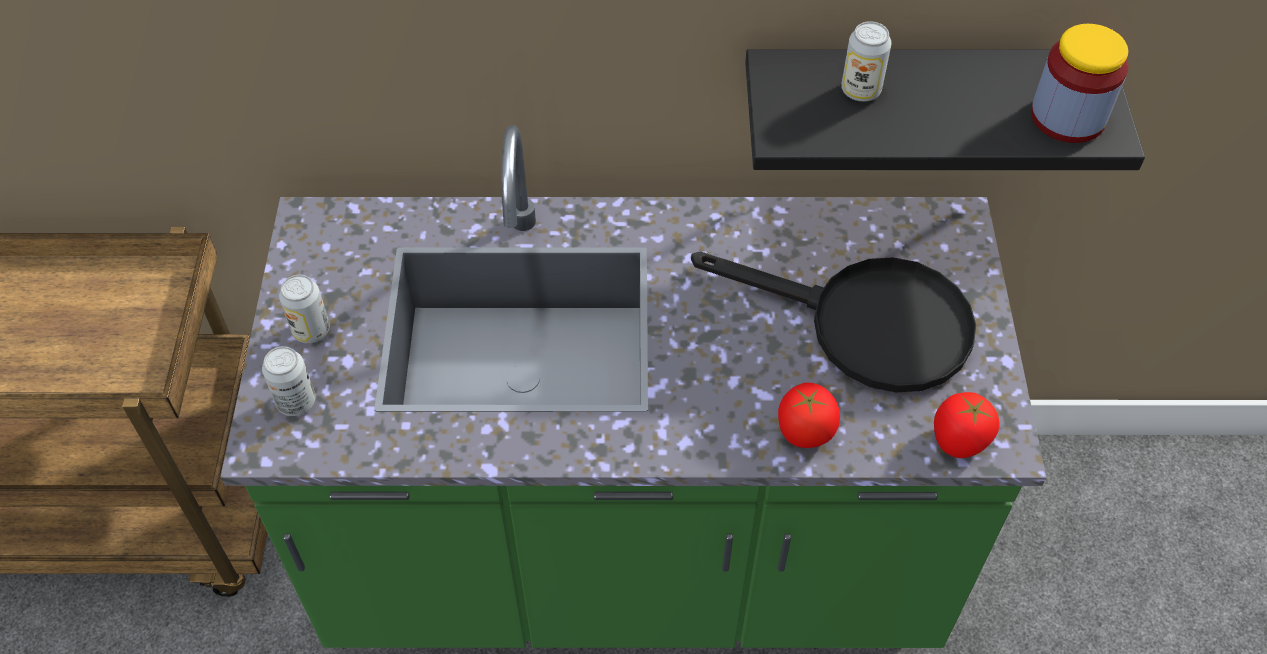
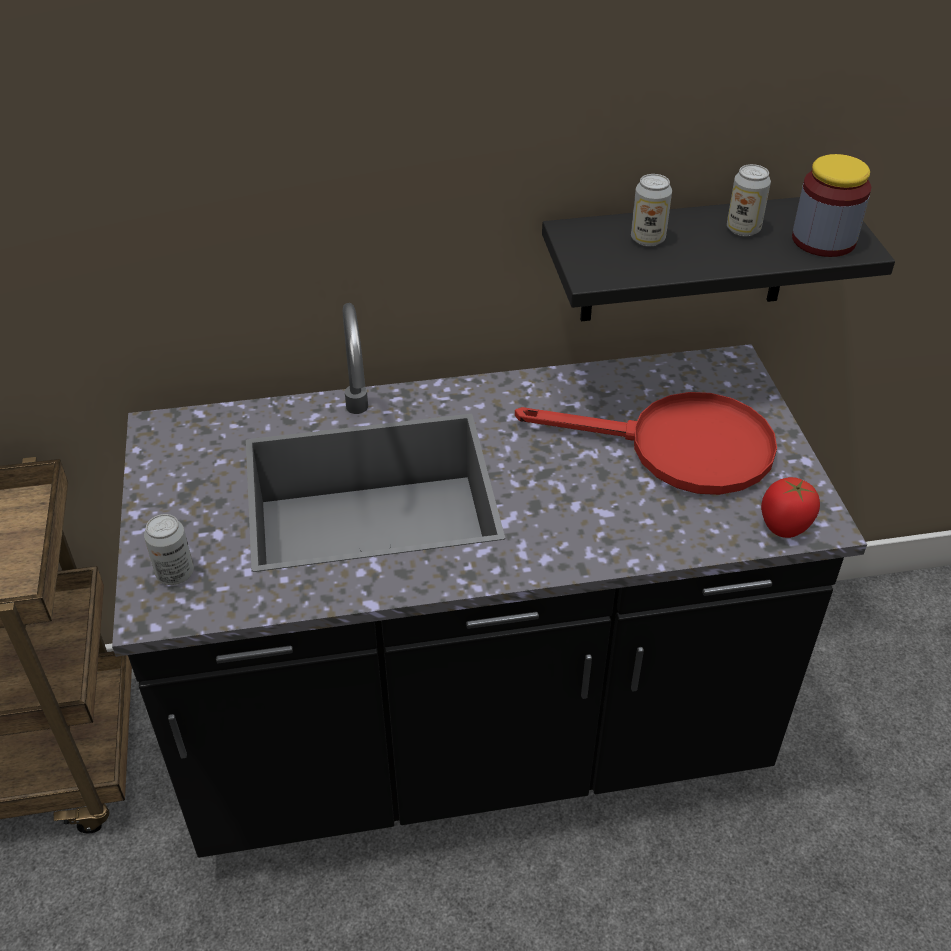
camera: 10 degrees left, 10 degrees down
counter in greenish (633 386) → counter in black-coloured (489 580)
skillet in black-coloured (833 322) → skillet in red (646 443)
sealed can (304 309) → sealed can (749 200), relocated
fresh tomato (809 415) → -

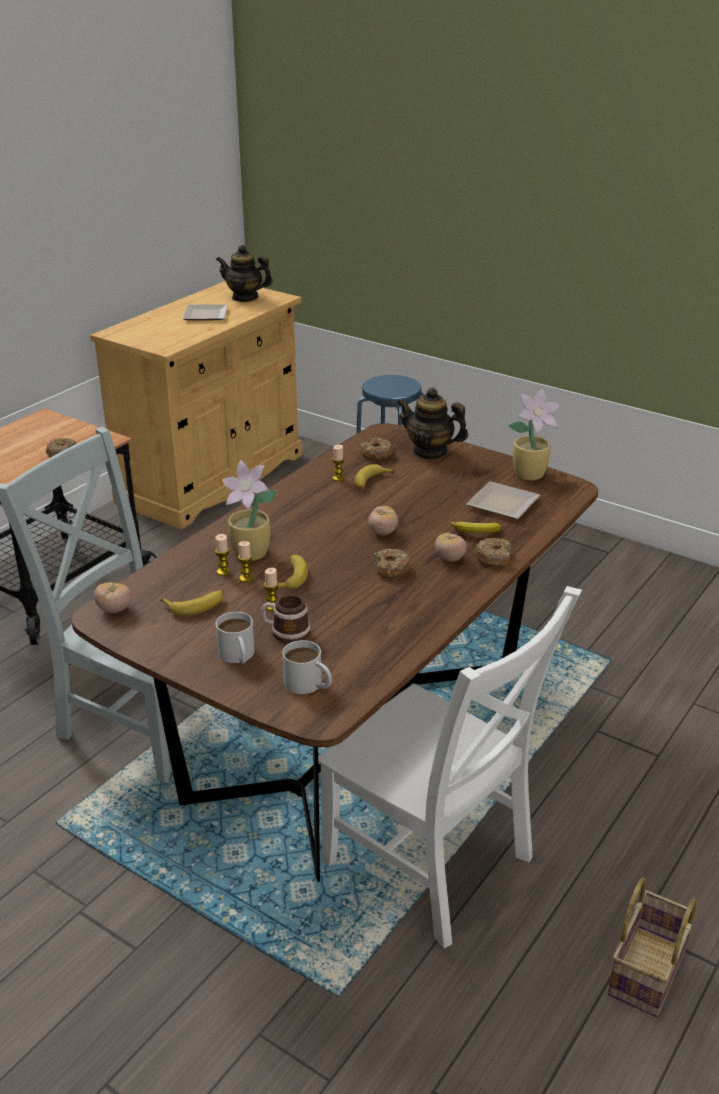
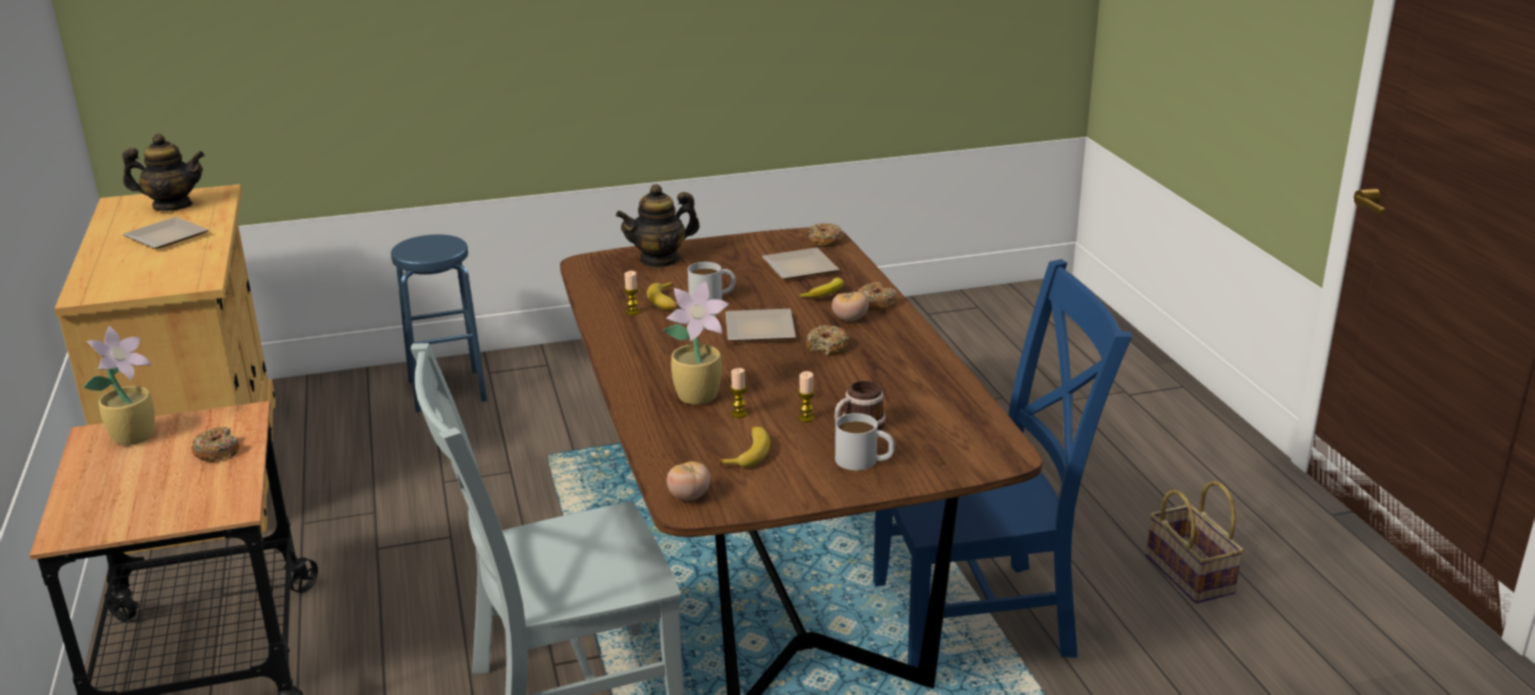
camera: 50 degrees left, 5 degrees down
pot for tea (244 273) → pot for tea (163 172), 150 degrees counterclockwise
potted plant (534 434) → potted plant (119 385), relocated
doughnut (376 449) → doughnut (825 235), relocated
fresh tomato (383 520) → plate (761 325)
wax candle (223 555) → -
whole banana (293 572) → -
plain chair in white (450 767) → plain chair in blue-coloured (1002 463)
coffee mug in white (307 667) → coffee mug in white (712 281), relocated

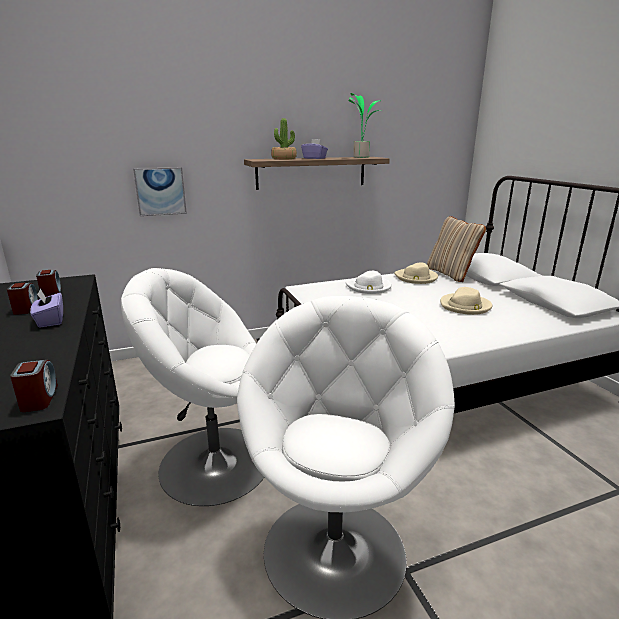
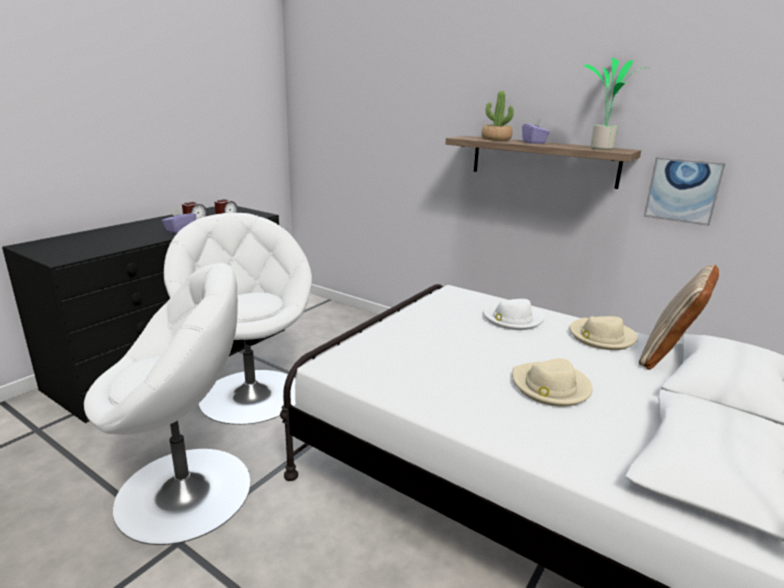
camera: 55 degrees right, 0 degrees up
wall art (160 191) → wall art (685 191), relocated
alarm clock (34 386) → -

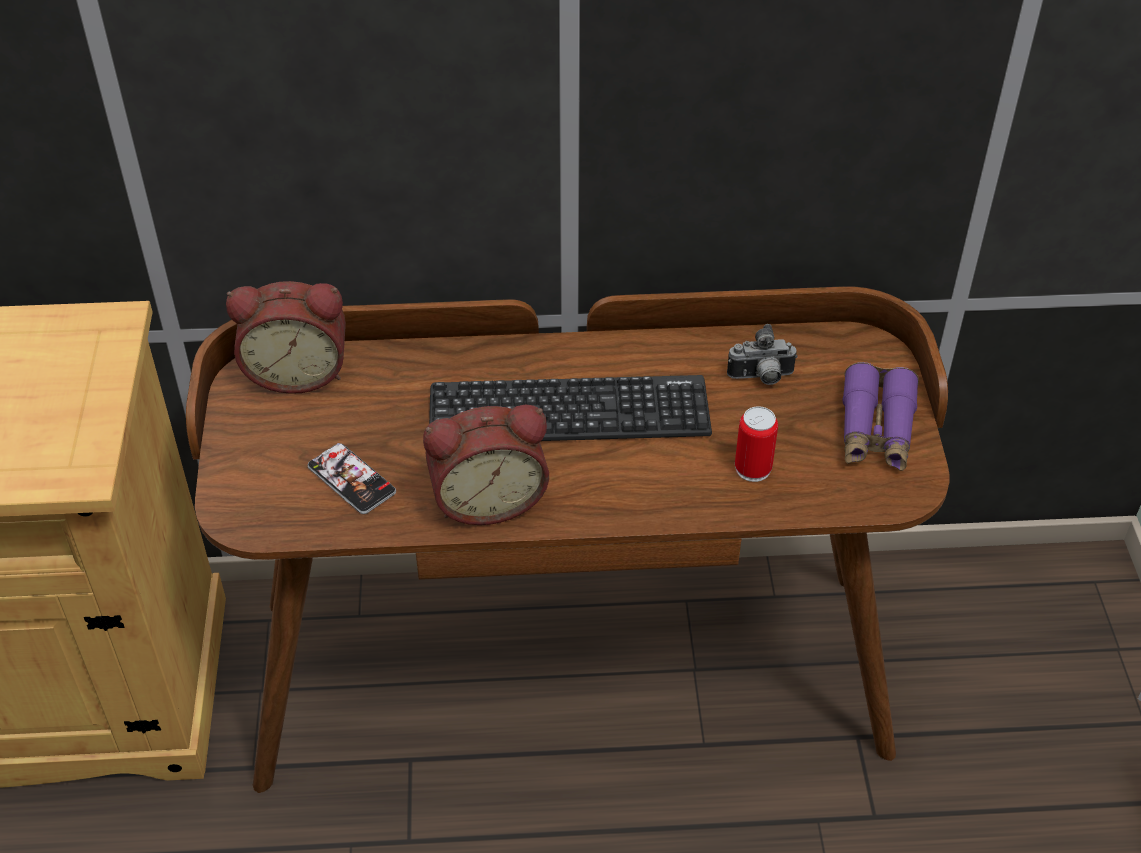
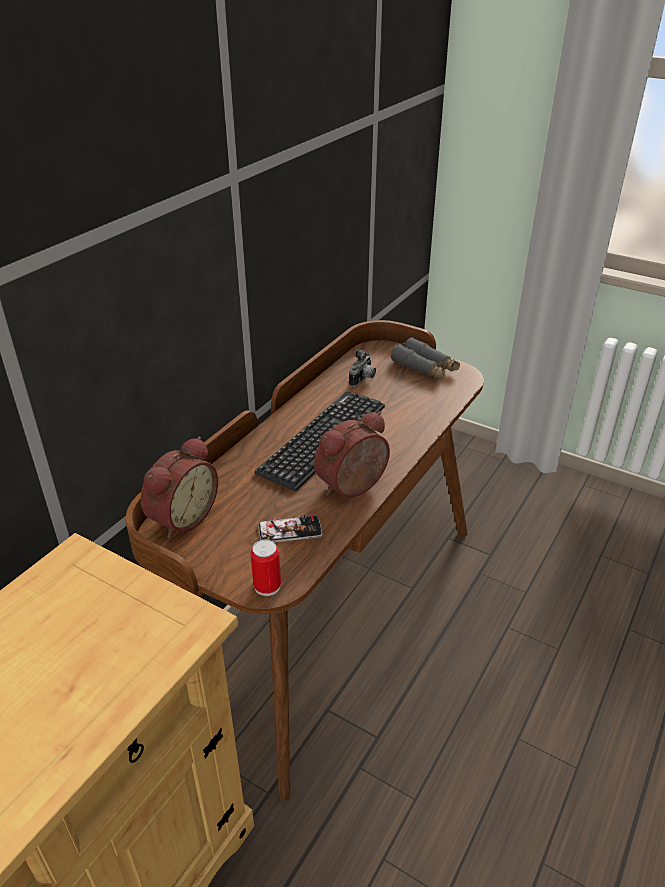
camera: 55 degrees left, 10 degrees down
field glasses in purple-coloured (881 416) → field glasses in grey (425 358)
alarm clock (486 465) → alarm clock (352 454), 150 degrees counterclockwise
sealed can (756 444) → sealed can (266 568), relocated

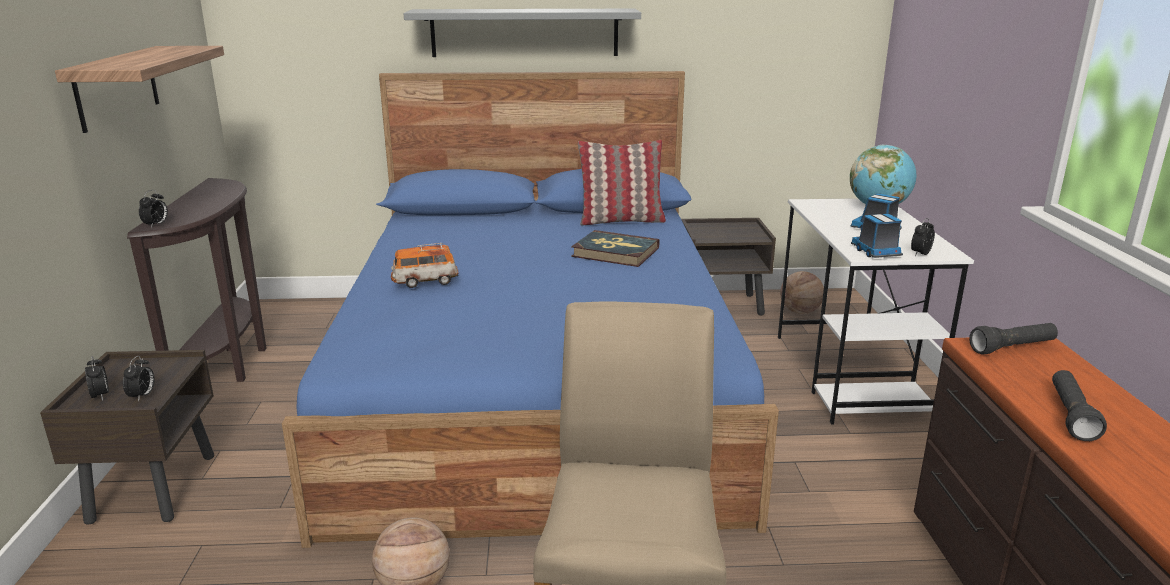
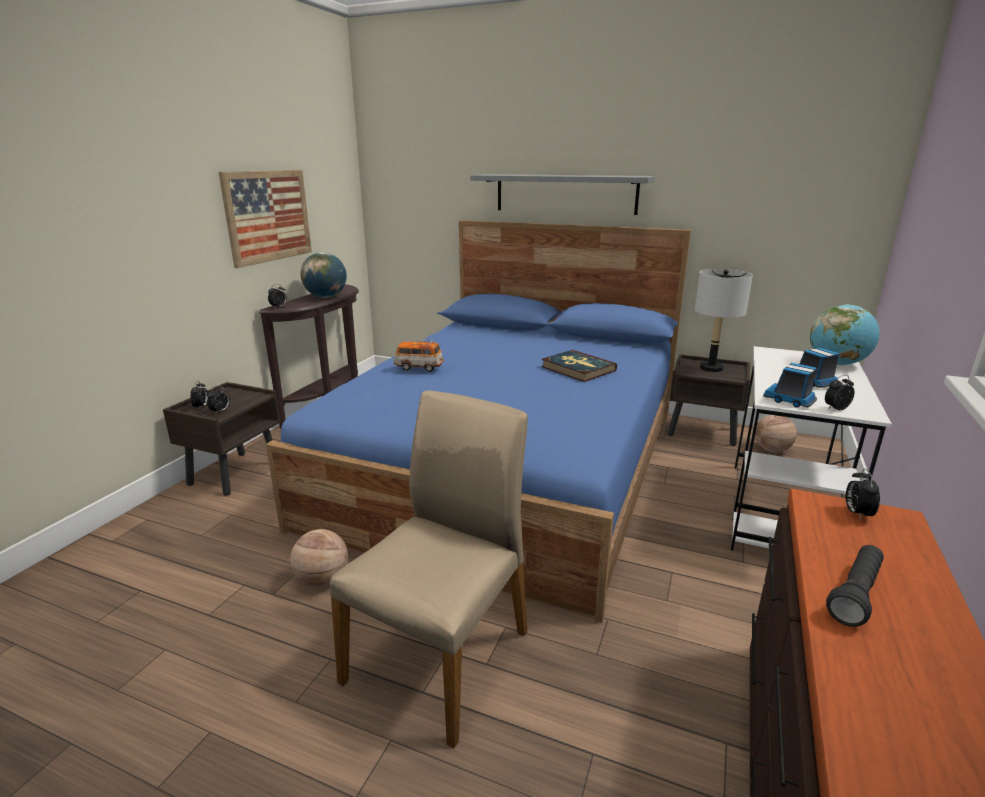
camera: 25 degrees right, 0 degrees up
bracket shelf (139 89) → wall art (265 219)
cushion (622 183) → -
toy truck (877 236) → toy truck (790 385), 60 degrees counterclockwise
flashlight in black-coloured (1013 338) → alarm clock (863 494)
- → world globe (324 275)
- → lamp for a table in grey (724 320)

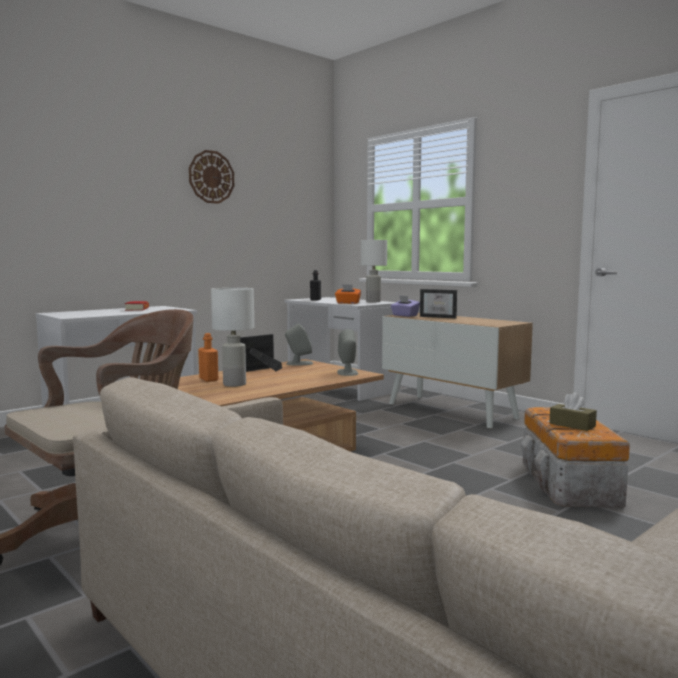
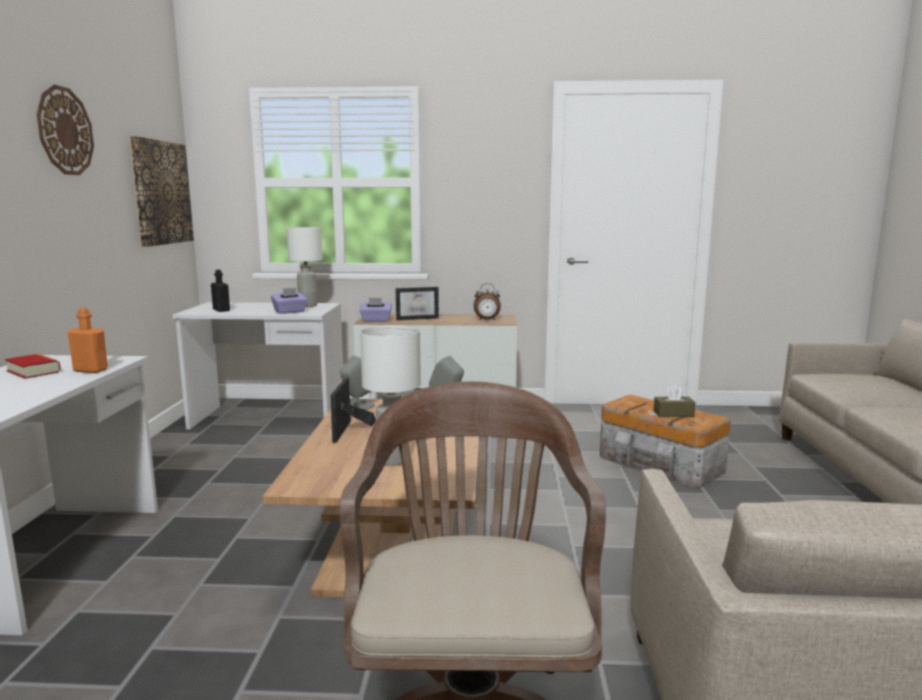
camera: 45 degrees left, 5 degrees up
tissue holder in orange (348 294) → tissue holder in purple-coloured (289 301)
drink bottle in orange (208 357) → drink bottle in orange (88 340), relocated
- → wall art (161 191)
- → alarm clock (487 301)

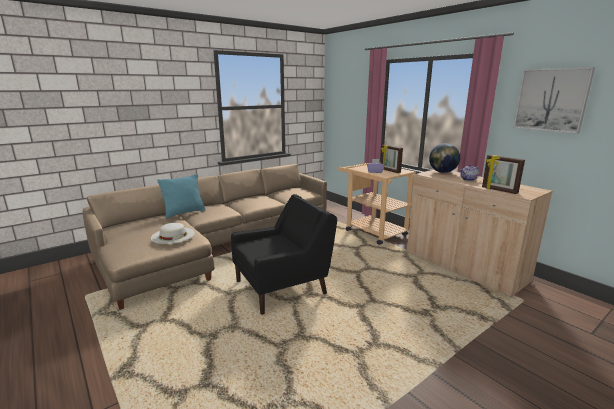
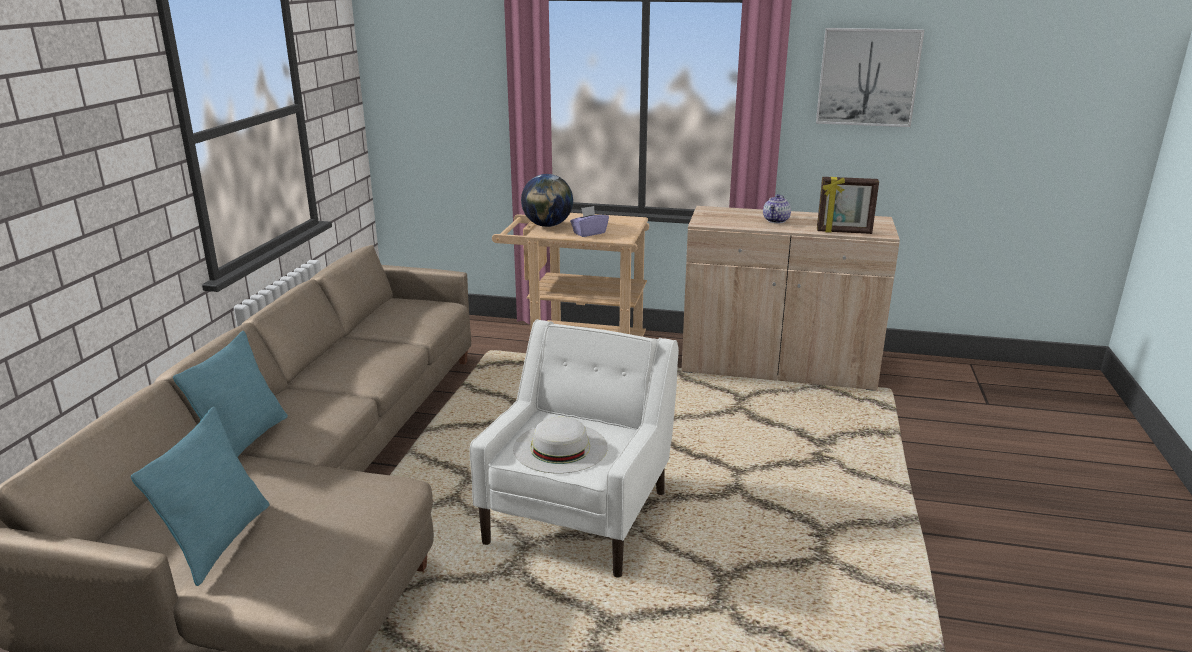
camera: 40 degrees left, 5 degrees up
world globe (444 158) → world globe (547 200), relocated
standing frame (392 159) → -
armchair in black-coloured (284 254) → armchair in white (574 448)
wearable hat in white (173 233) → wearable hat in white (560 445), relocated
- → cushion in turquoise (200 496)

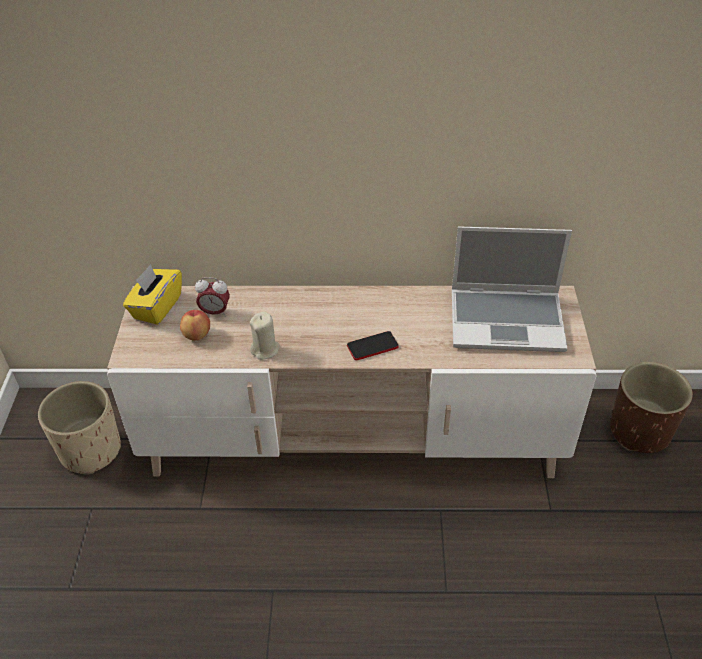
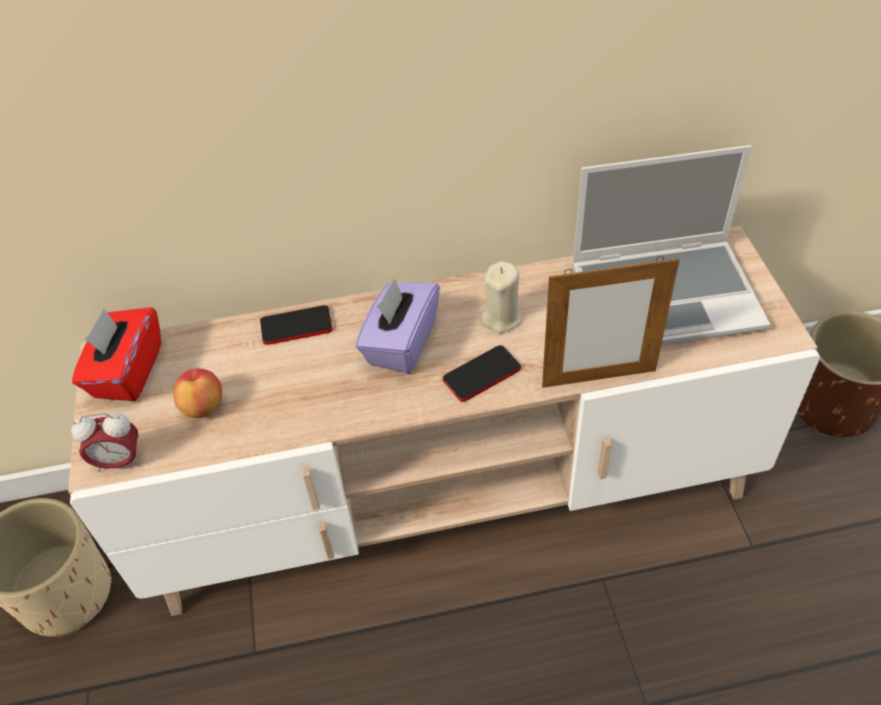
camera: 10 degrees left, 5 degrees up
tissue holder in yellow (152 294) → tissue holder in red (116 354)
alarm clock (212 297) → alarm clock (105 442), relocated
wax candle in beige (265 336) → wax candle in beige (500 297), relocated
- → standing frame (611 322)
- → tissue holder in purple-coloured (398 326)
- → telephone (296 325)

